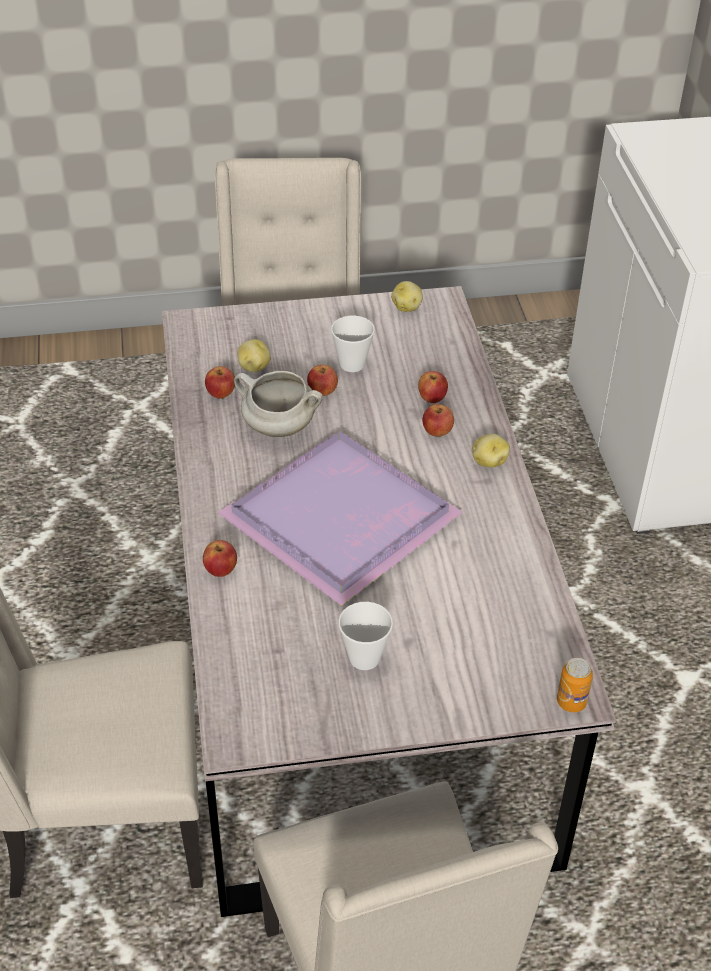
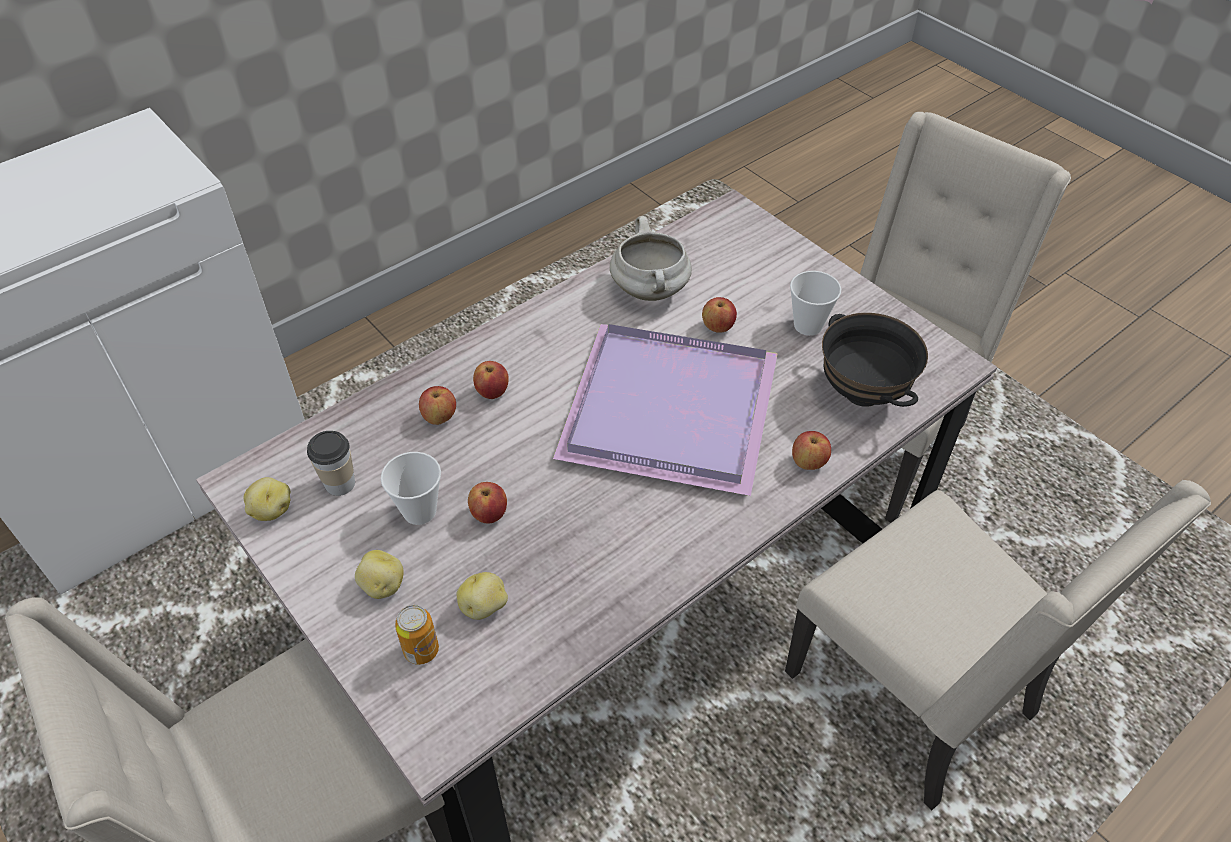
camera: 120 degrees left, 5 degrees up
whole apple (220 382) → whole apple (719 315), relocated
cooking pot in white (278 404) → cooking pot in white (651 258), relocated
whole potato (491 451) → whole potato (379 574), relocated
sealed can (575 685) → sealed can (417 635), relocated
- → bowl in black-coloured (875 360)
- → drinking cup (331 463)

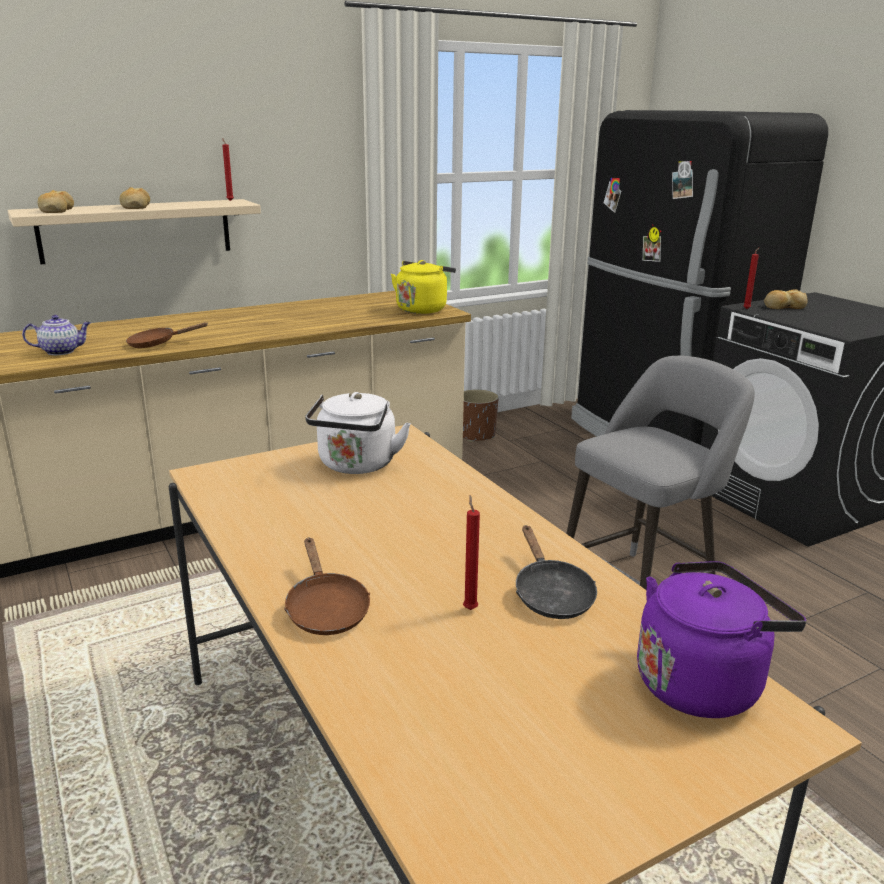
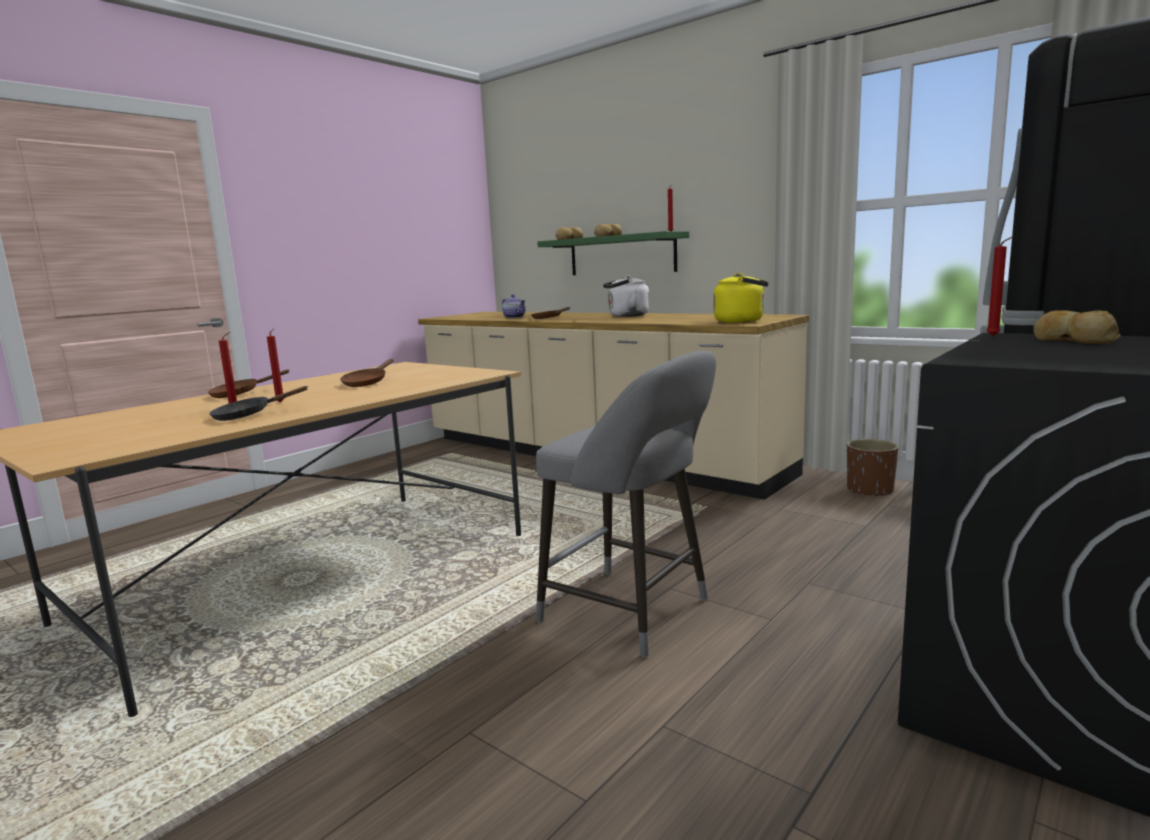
camera: 70 degrees right, 10 degrees down
bracket shelf in beige (134 231) → bracket shelf in greenish (613 253)
water kettle in white (358 433) → water kettle in white (626 296), relocated
water kettle in purple-coloured (721 639) → -
- → wax candle in red (275 365)
- → skillet in brown (366 373)

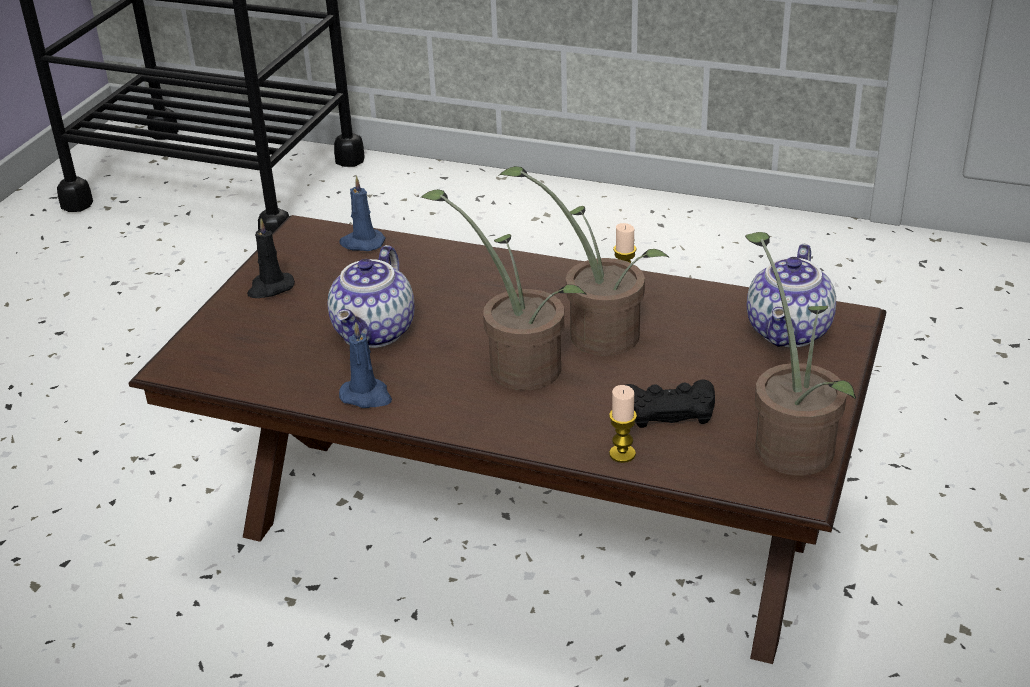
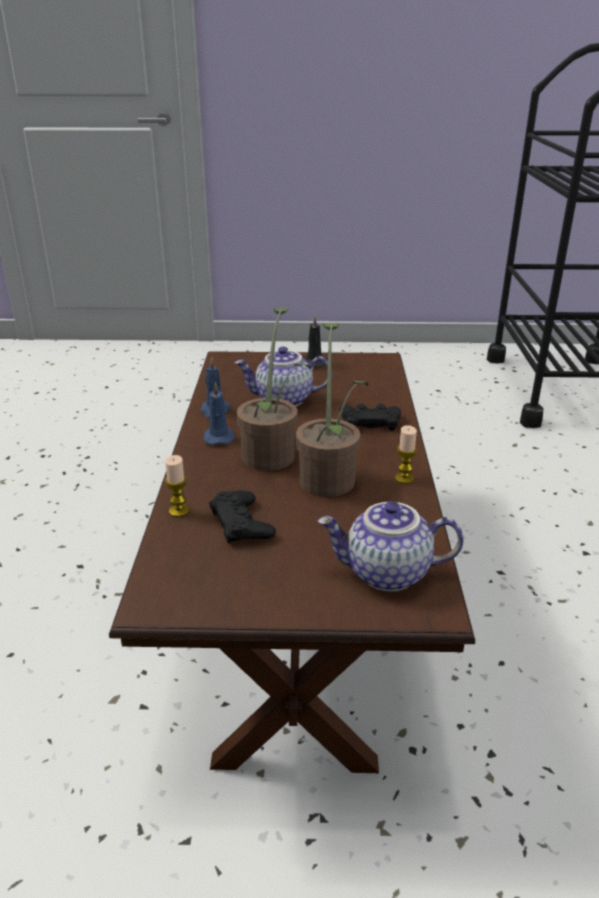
camera: 70 degrees right, 5 degrees down
wax candle in blue-coloured (362 213) → wax candle in blue-coloured (219 413), relocated
potted plant (800 354) → -
- → game controller in black-coloured (370 417)

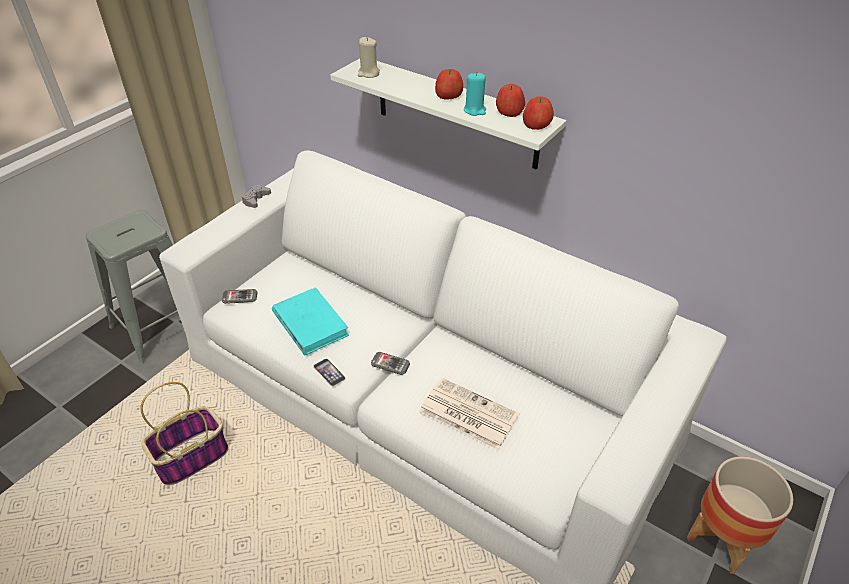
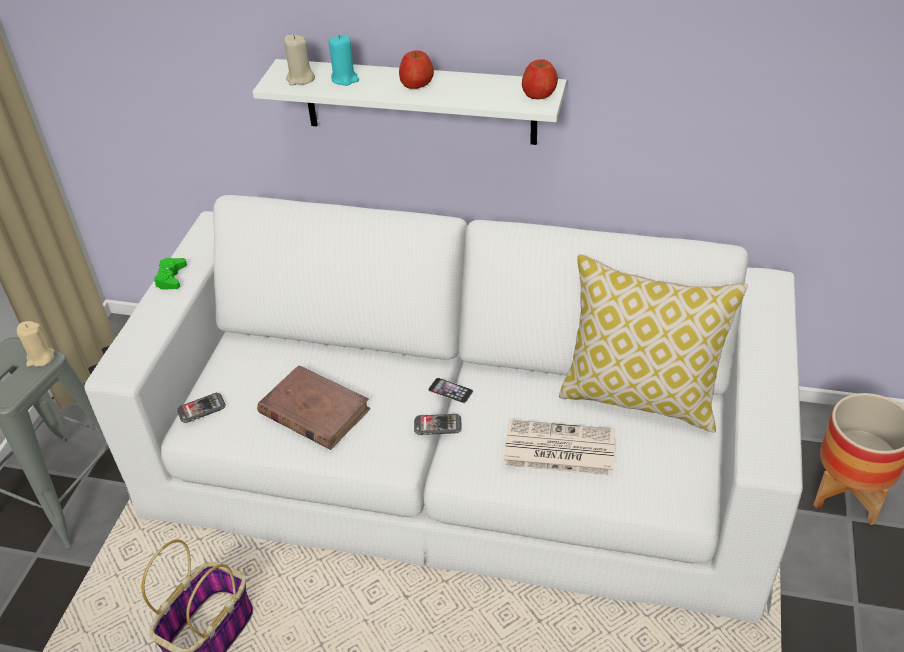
camera: 20 degrees left, 0 degrees up
wax candle in turquoise (475 94) → wax candle in turquoise (344 60), relocated
whole apple (510 100) → -
game controller in grey (256 196) → game controller in greenish (170 274)
volume in turquoise (310 321) → volume in brown (313 407)
telephone (329 372) → telephone (450 390), relocated
- → cushion (653 343)
- → wax candle in beige (35 344)

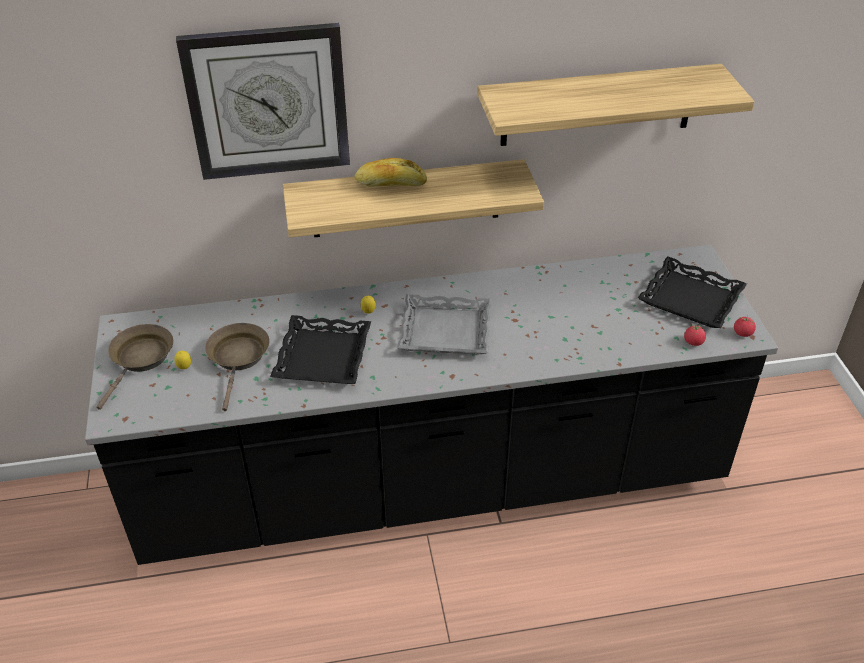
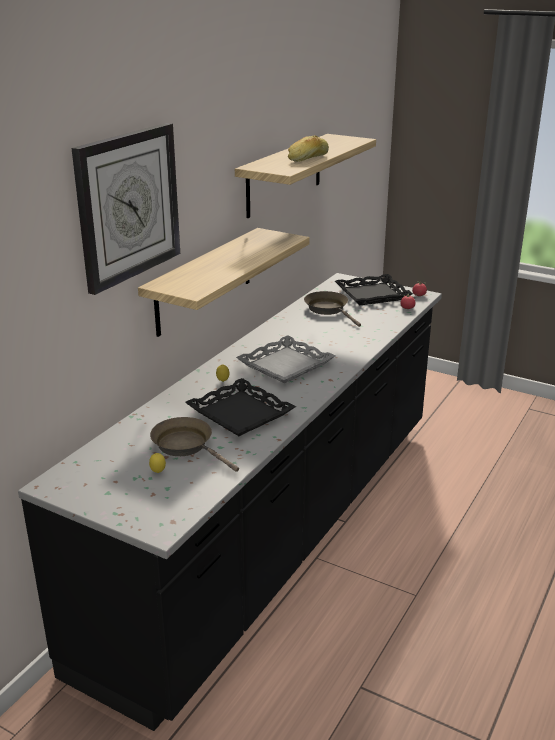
camera: 50 degrees left, 15 degrees down
bakery bread (391 172) → bakery bread (308 148), relocated
skillet in brown (134 367) → skillet in brown (332 309), relocated

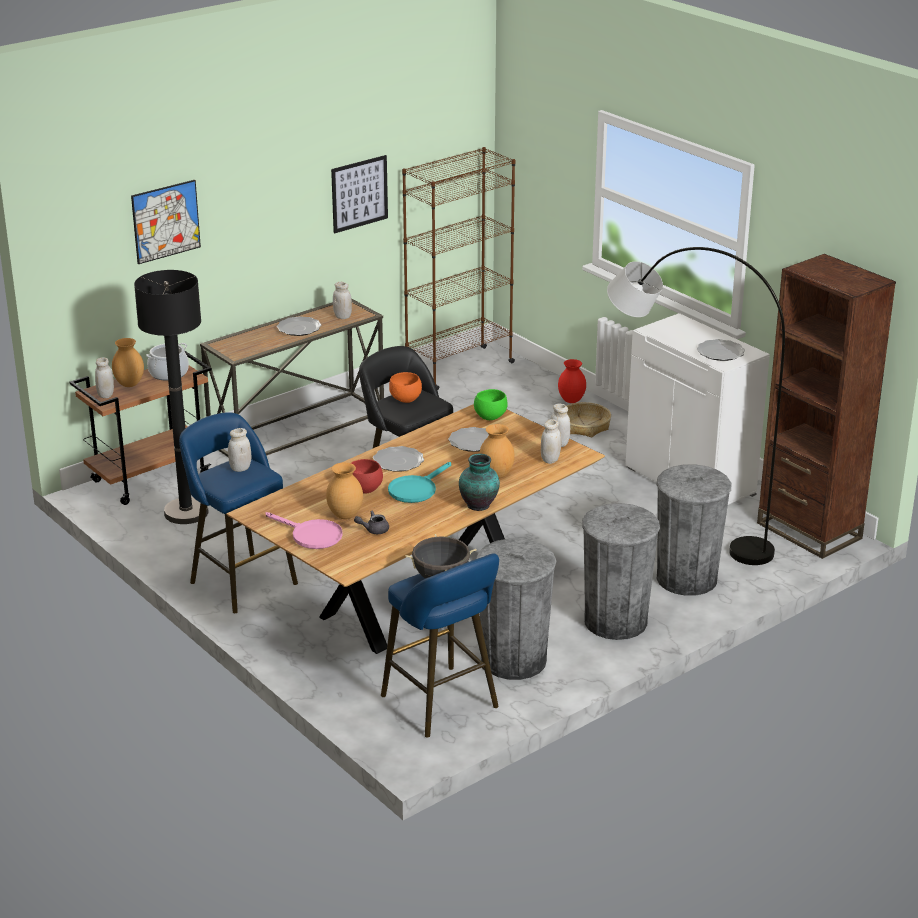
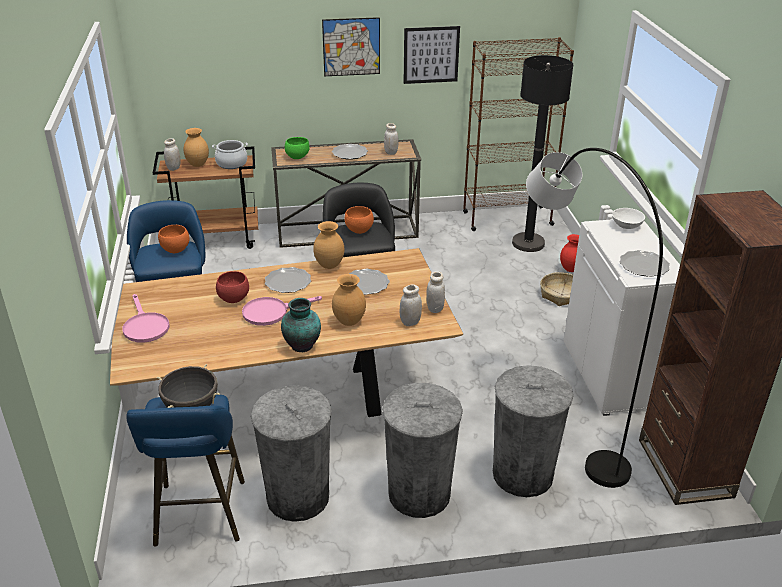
camera: 30 degrees right, 5 degrees up
wall art (166 222) → wall art (351 46), relocated
standing lamp in black-coloured (171 397) → standing lamp in black-coloured (542 153), relocated
bowl in greenish (491 404) → bowl in greenish (297 148), relocated
preserve jar in white (239 450) → bowl in orange (174 239)
flower vase in brown (344 490) → flower vase in brown (328 245), relocated
skillet in turquoise (419 482) → skillet in pink-coloured (282 311)
pot for tea in grey (371 522) → -
- → bowl in white (628 218)

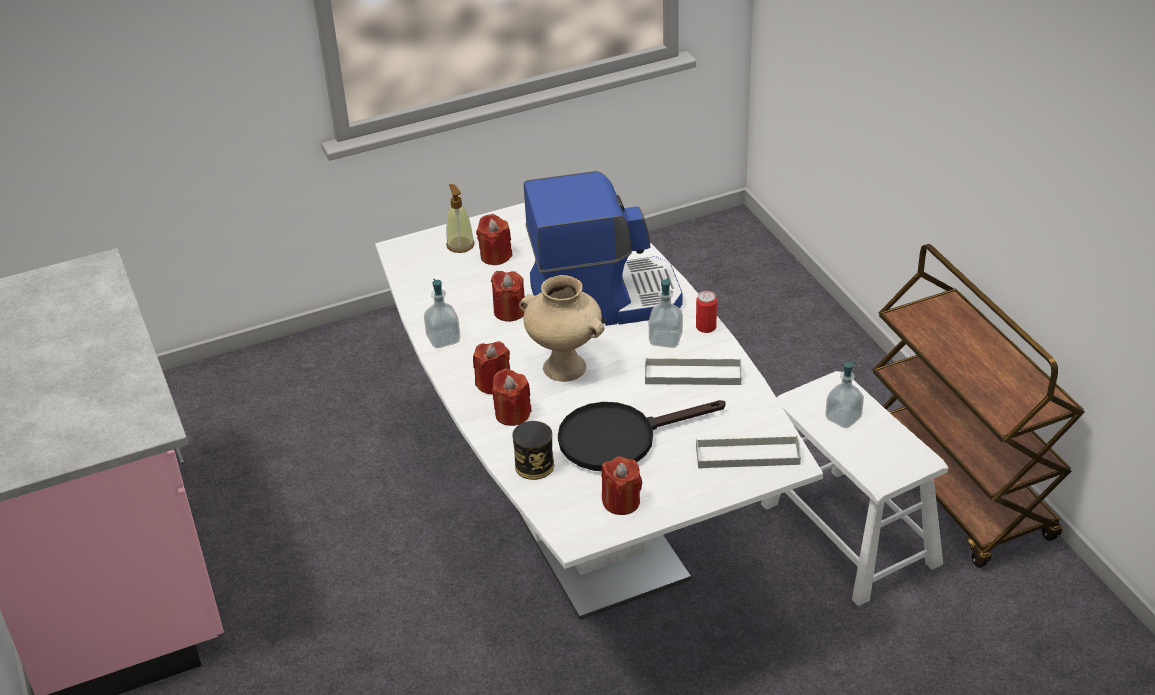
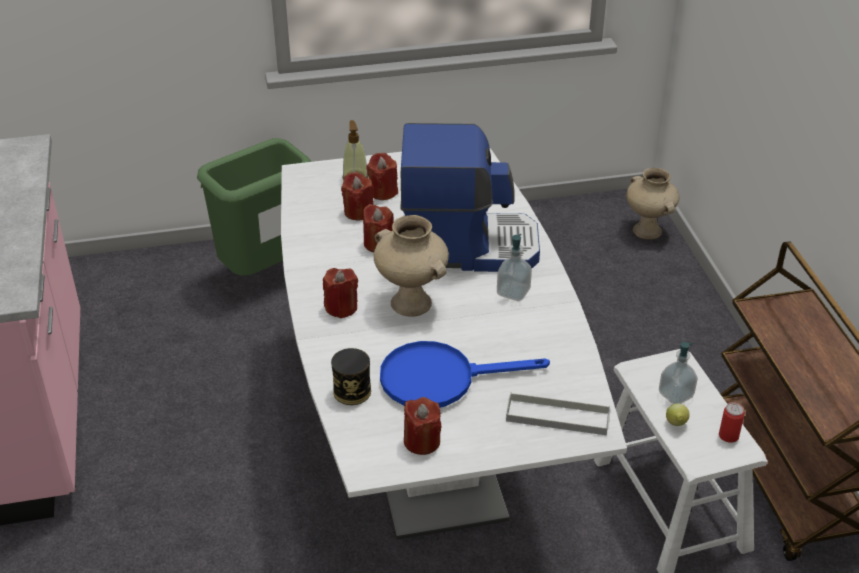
camera: 10 degrees right, 0 degrees up
soap bottle (442 313) → -
sealed can (706 312) → sealed can (732 422), relocated
serving tray in grey (693 371) → -
wax candle in red (512 397) → wax candle in red (357 196), relocated
skillet in black-coloured (642 435) → skillet in blue-coloured (465 374)
- → waste bin in greenish (254 207)
- → flower vase in beige (652 204)
- → lemon (678 414)

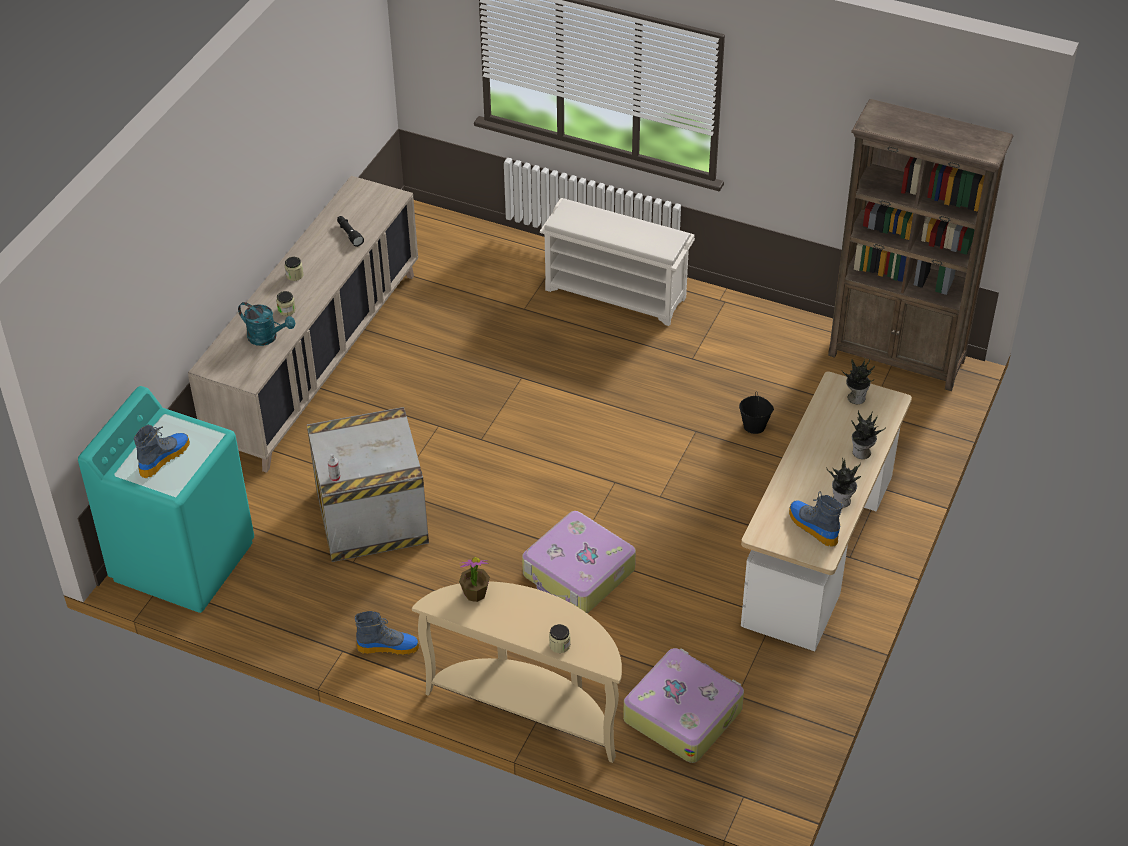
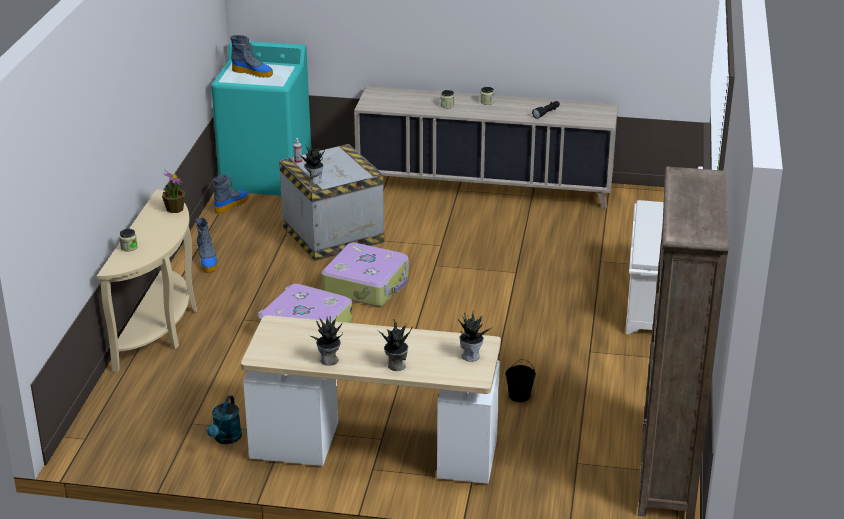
camera: 75 degrees right, 15 degrees down
watering pot in turquoise (267 324) → watering pot in turquoise (224 419), relocated
tall boot (816 519) → tall boot (231 194), relocated
suitcase (683 705) → suitcase (365 275), relocated
- → potted plant (312 164)

